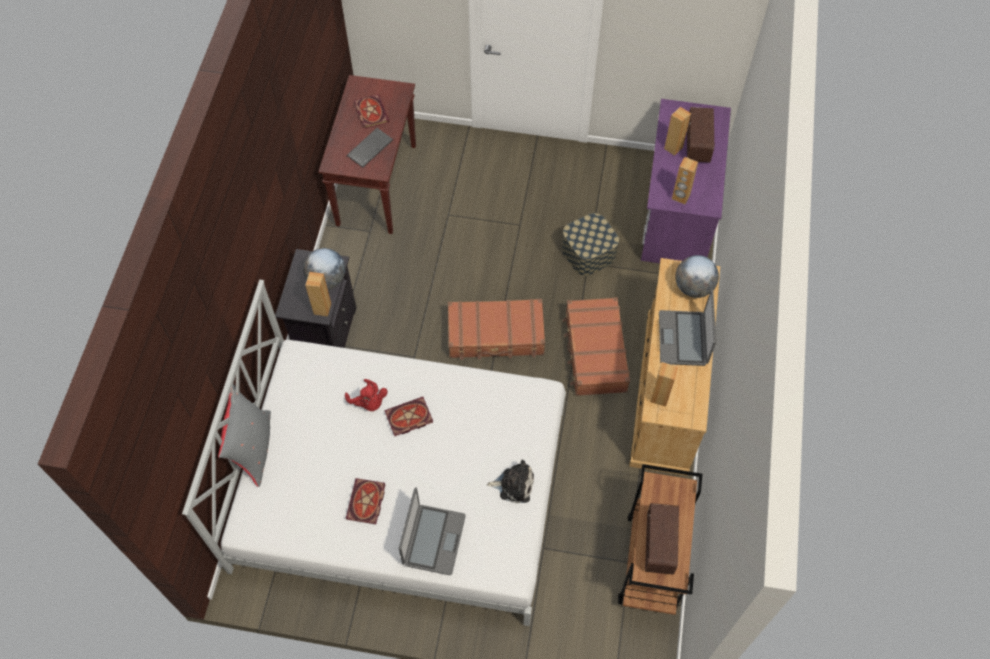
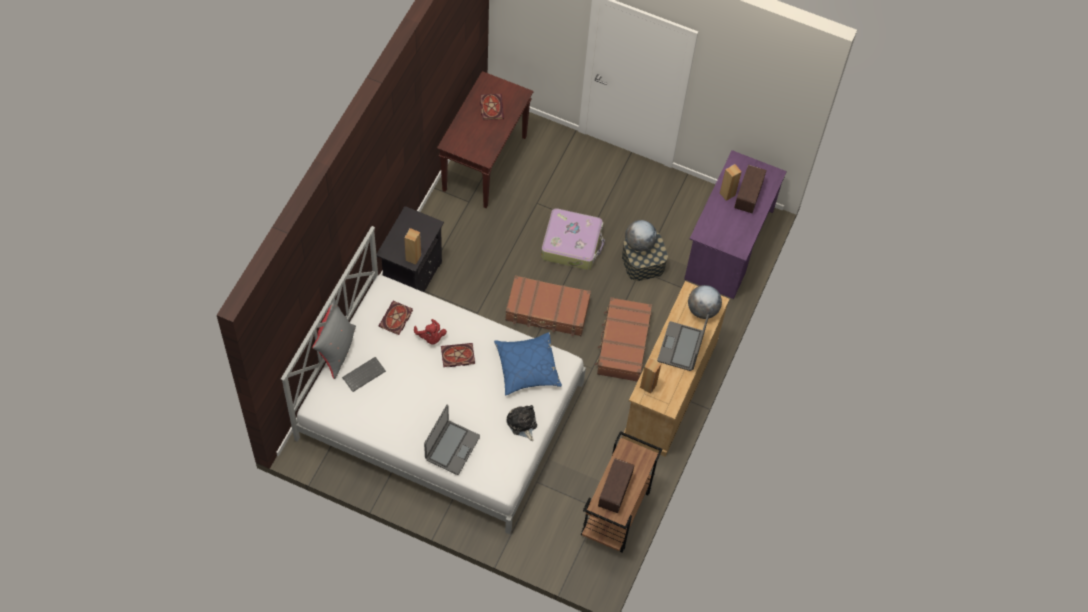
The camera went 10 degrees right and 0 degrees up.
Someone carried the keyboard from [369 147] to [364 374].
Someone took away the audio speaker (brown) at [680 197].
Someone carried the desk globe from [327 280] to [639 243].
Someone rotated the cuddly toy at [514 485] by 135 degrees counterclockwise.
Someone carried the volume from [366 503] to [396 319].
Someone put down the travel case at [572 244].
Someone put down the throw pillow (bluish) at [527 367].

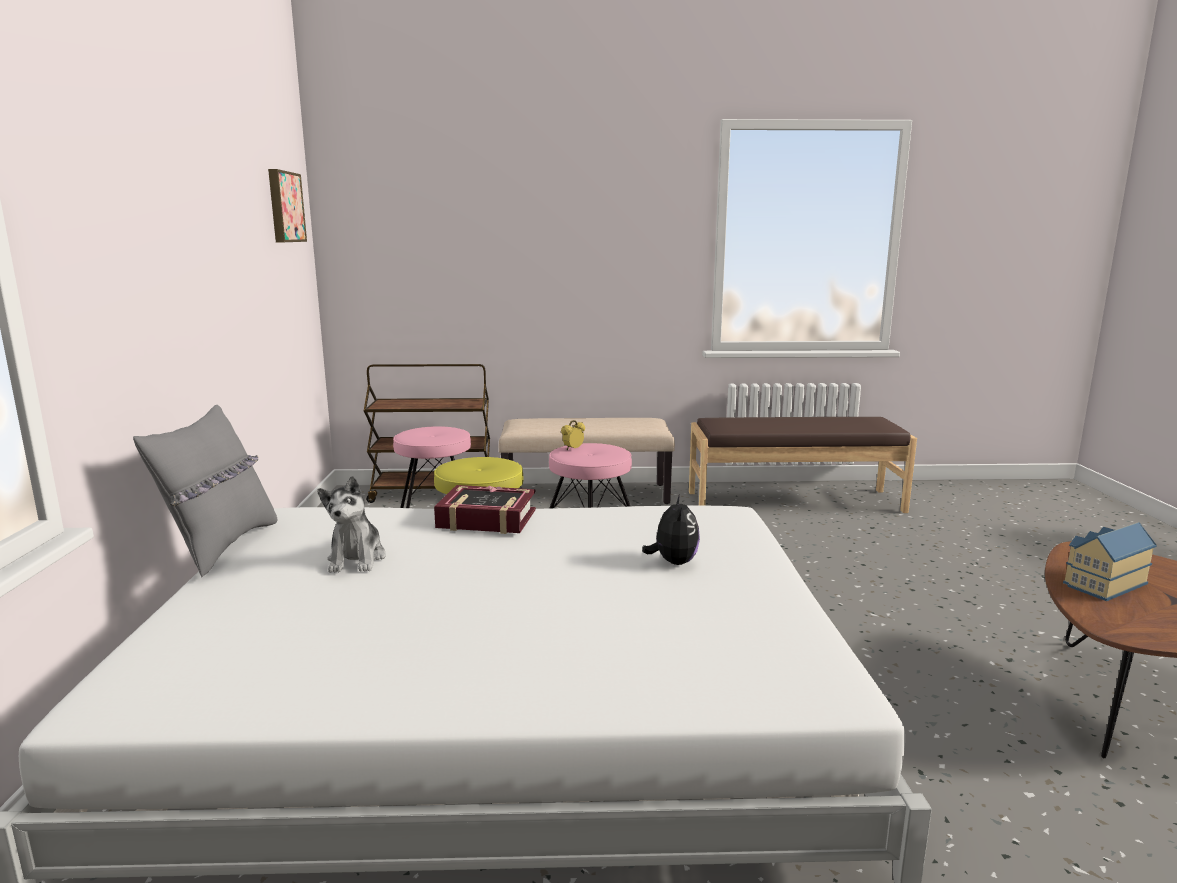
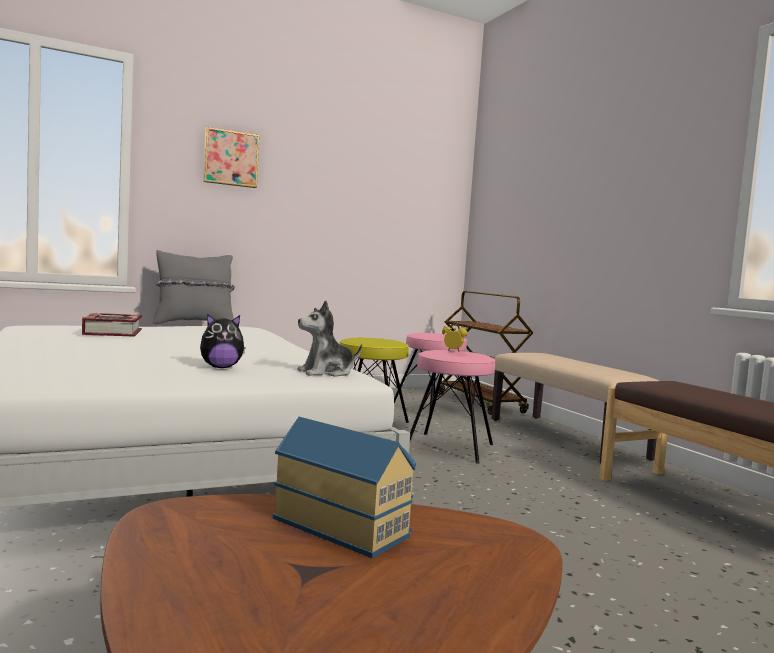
The camera went 65 degrees right and 10 degrees down.
Someone carried the wall art from [284 207] to [230 158].
Someone carried the cuddly toy from [357 559] to [327 373].
Someone carried the volume from [486 519] to [112 332].

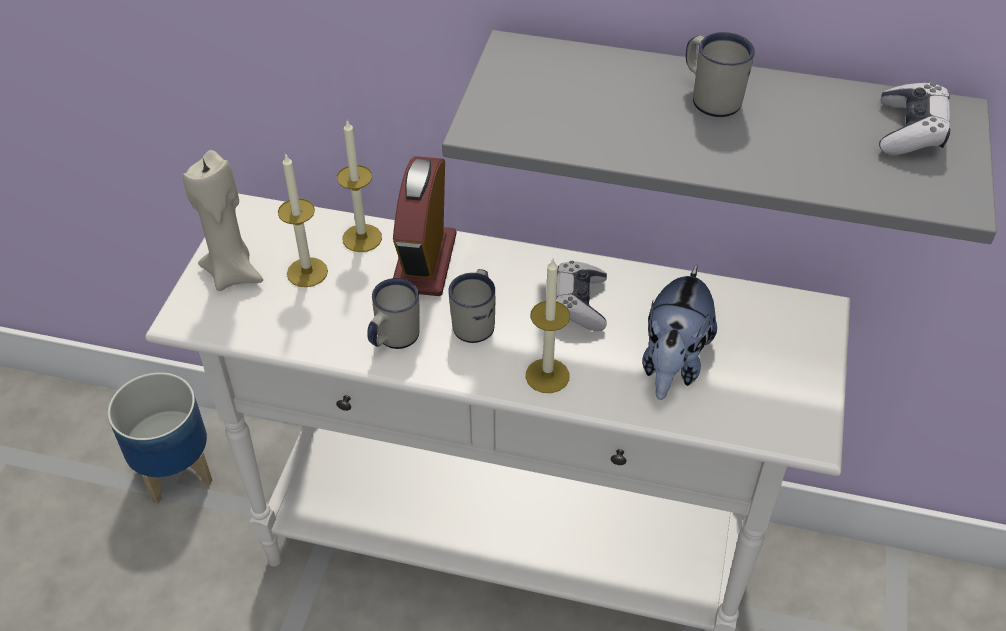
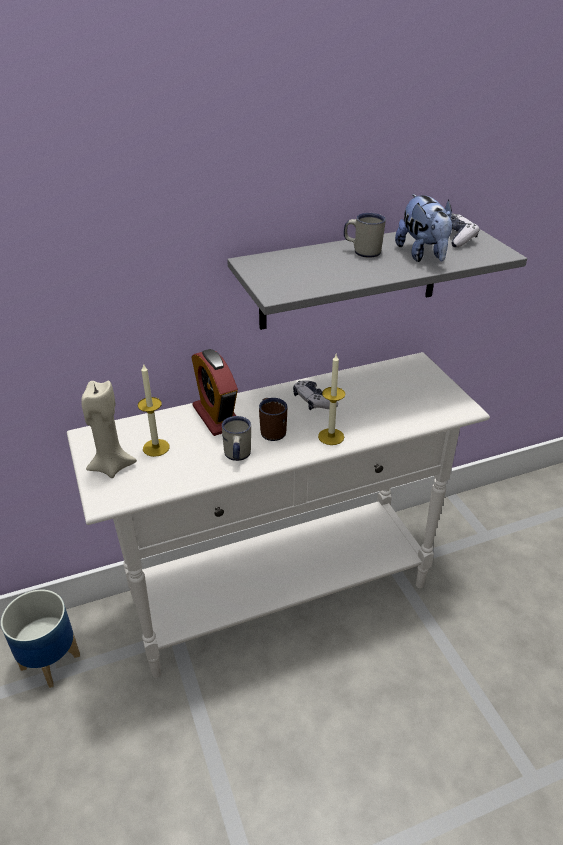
The camera went 35 degrees left and 10 degrees down.
Someone took away the wax light at [362 238].
Someone carried the cuddly toy from [673 363] to [423 255].
Someone repainted the tea mug (whitish) at [476 321], which became the tea mug (brown) at [272 430].

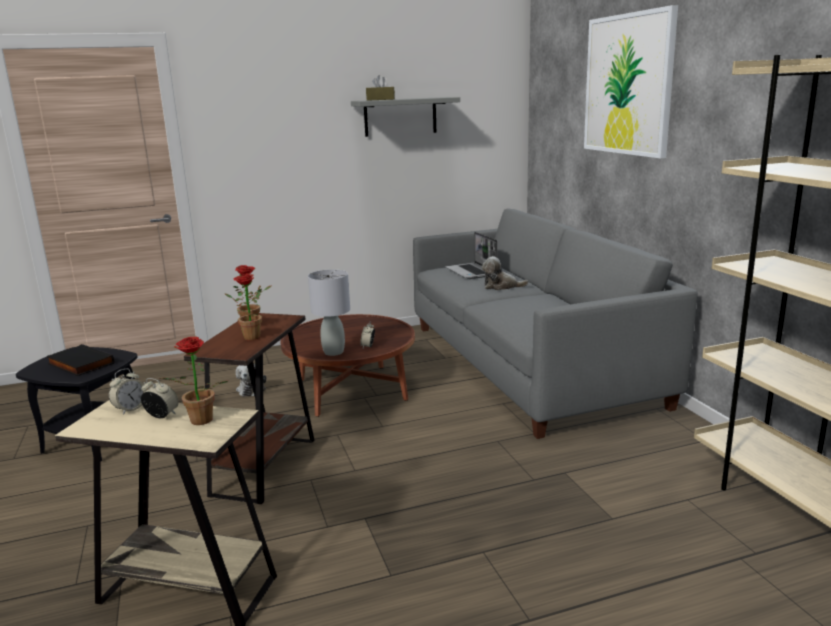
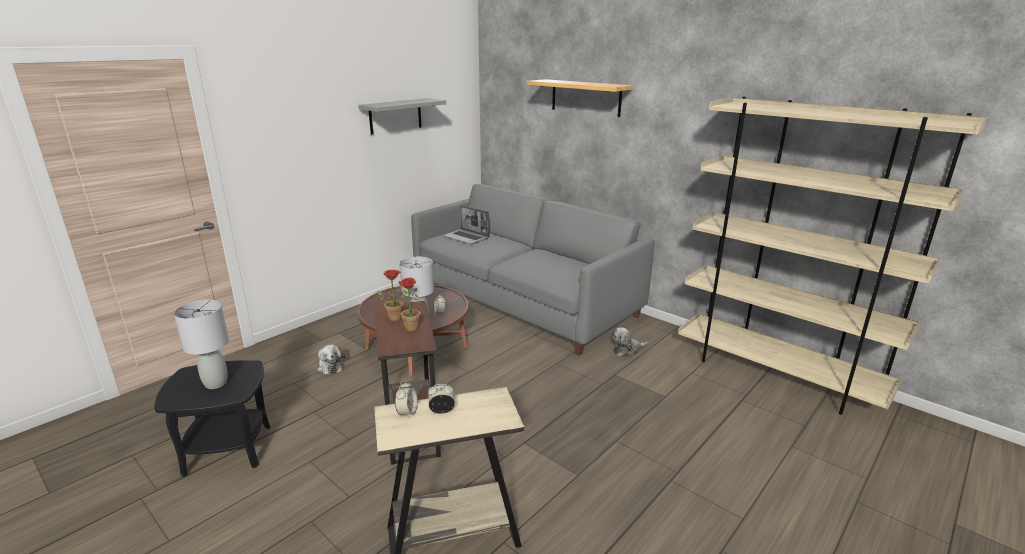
The camera went 30 degrees left and 5 degrees up.
Someone swapped the wall art at [628 85] for the bracket shelf at [585 97].
Someone took away the box of tissues (brown) at [380 99].
Someone carried the cuddly toy from [501 286] to [627 350].
Someone took away the potted plant at [198 422].
Someone swapped the volume (black) at [79 364] for the table lamp (grey) at [215 383].

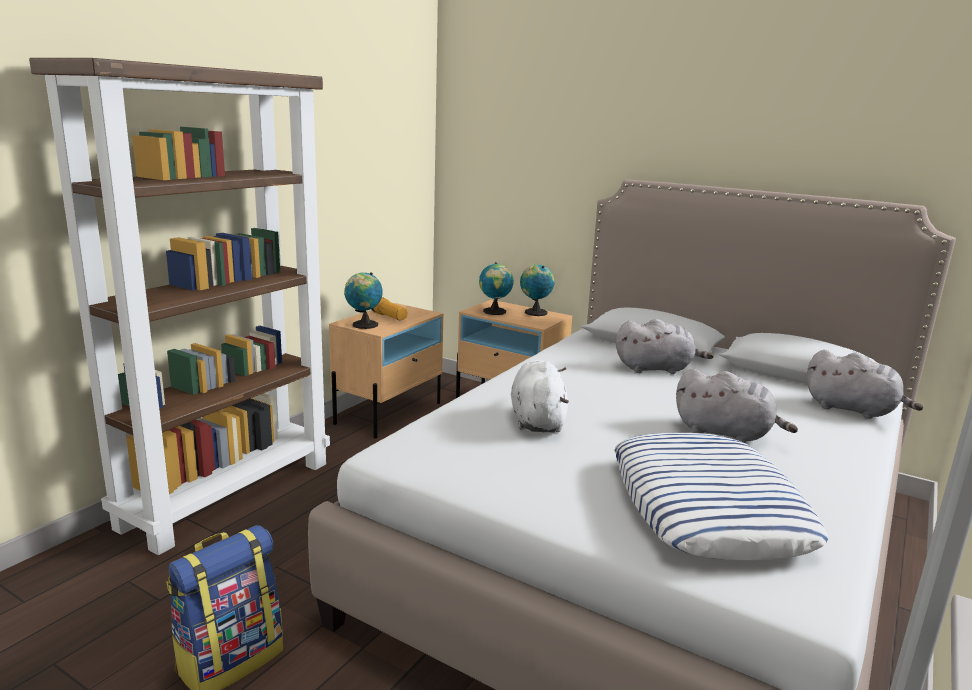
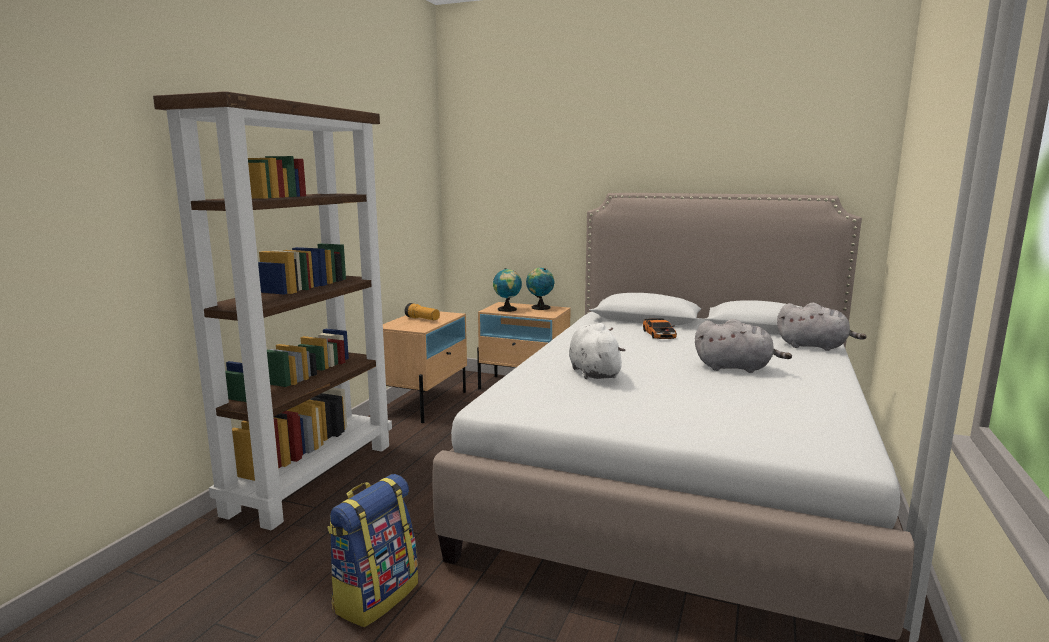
The camera went 10 degrees left and 5 degrees down.
Someone took away the desk globe at [363 325].
Someone swapped the cuddly toy (grey) at [656 369] for the model car at [660 334].
Someone took away the throw pillow at [707 507].

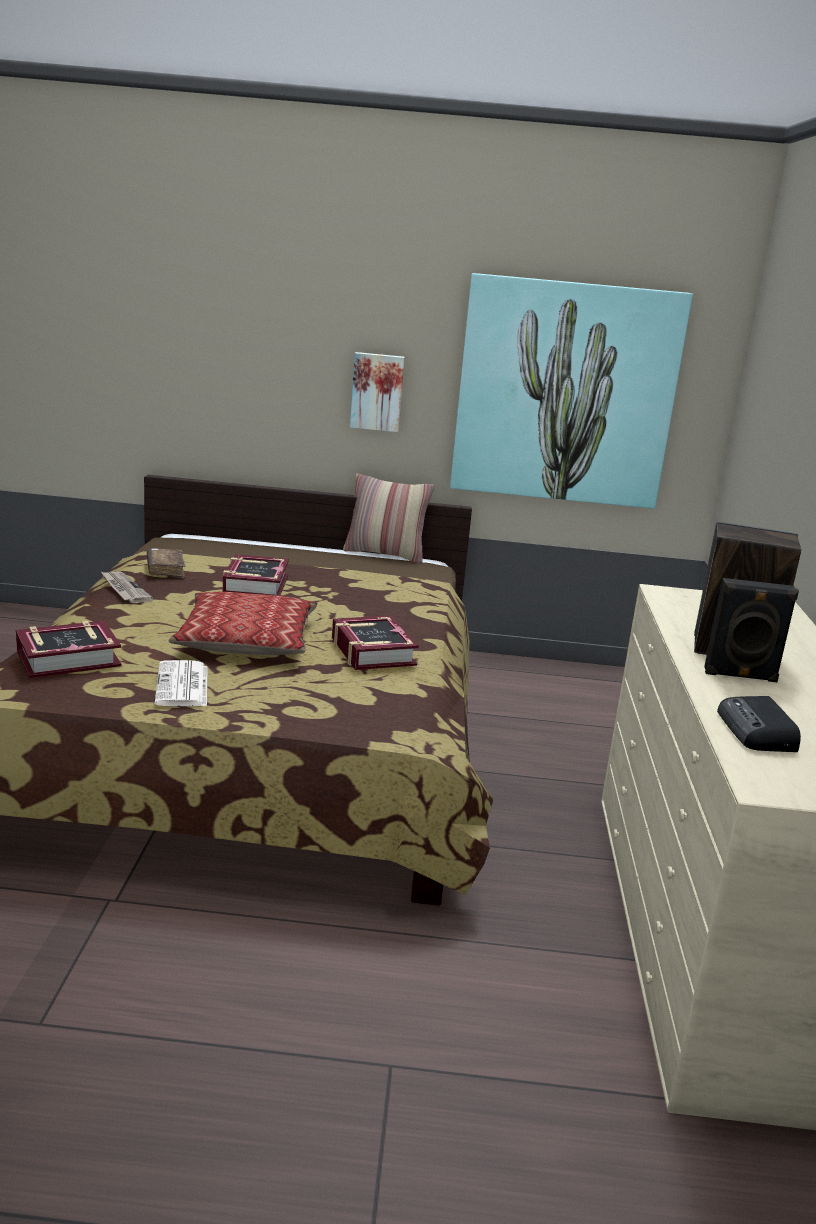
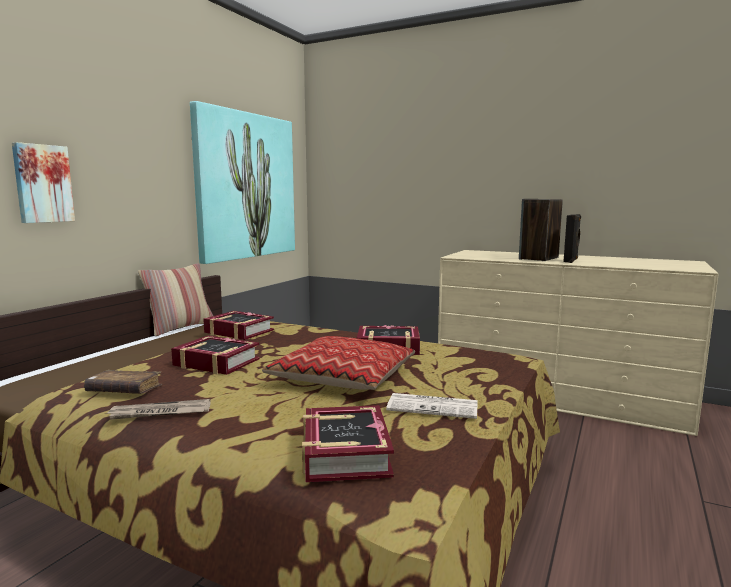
The camera went 65 degrees left and 10 degrees down.
Someone carried the wall art from [377 392] to [42 183].
Someone took away the radio at [757 732].
Someone put down the volume at [238 331].

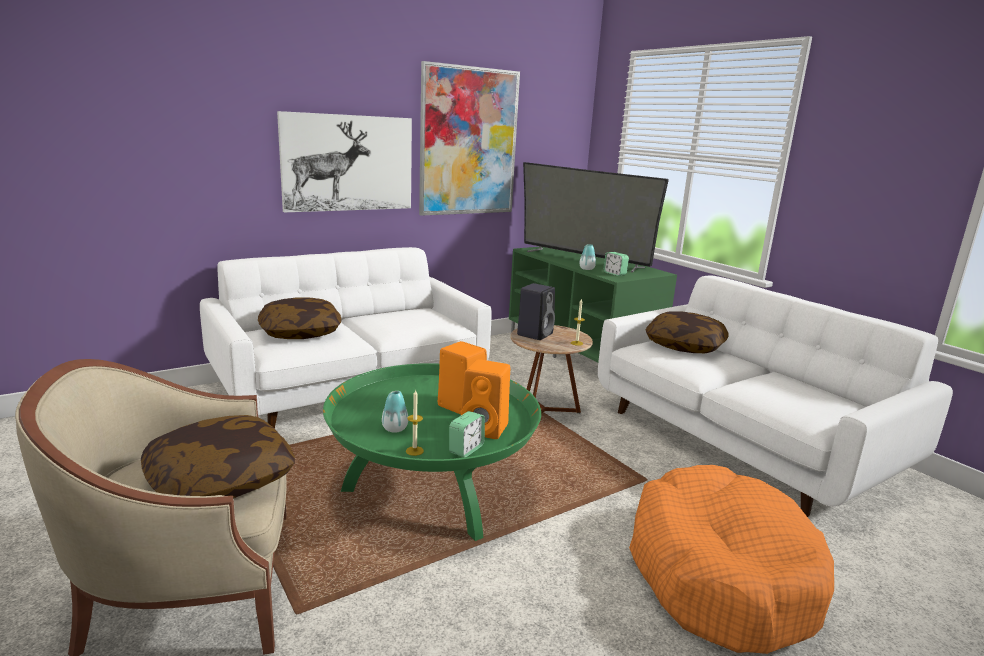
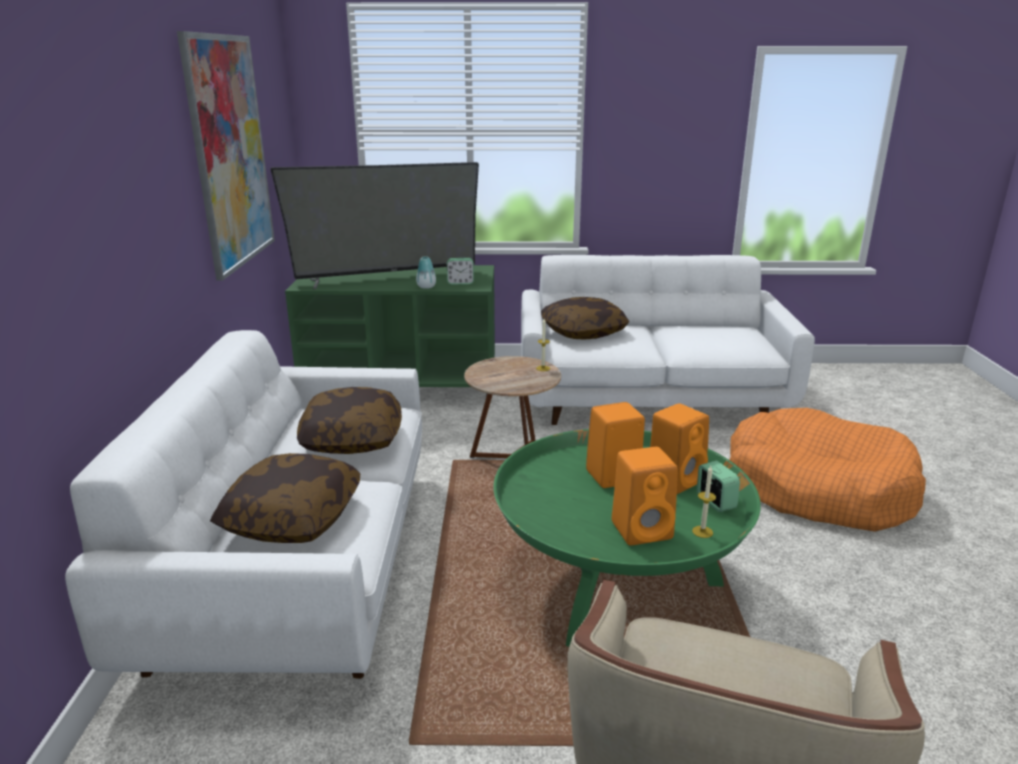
The camera went 55 degrees left and 5 degrees up.
Someone took away the wall art at [348 163].
Someone took away the audio speaker (black) at [535 334].
Someone swapped the vase at [395 429] for the audio speaker (orangey) at [643 530].
Someone carried the throw pillow from [221 480] to [352 438].

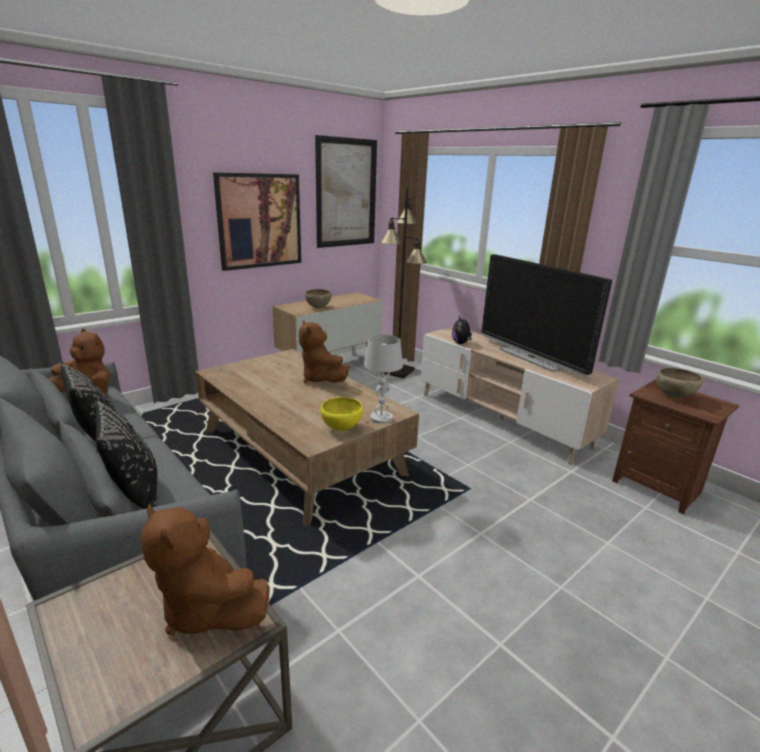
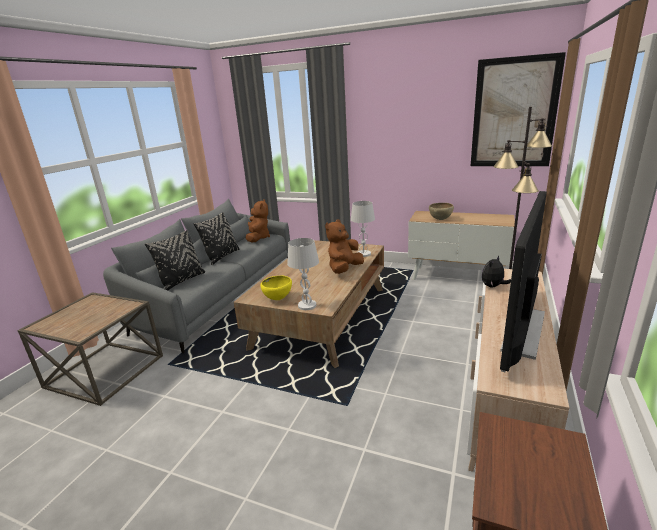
The camera went 65 degrees right and 0 degrees up.
Someone took away the wall art at [259 221].
Someone took away the serving bowl (brown) at [674 396].
Someone took away the cuddly toy (brown) at [207 609].
Someone put down the table lamp (whitish) at [363 254].

